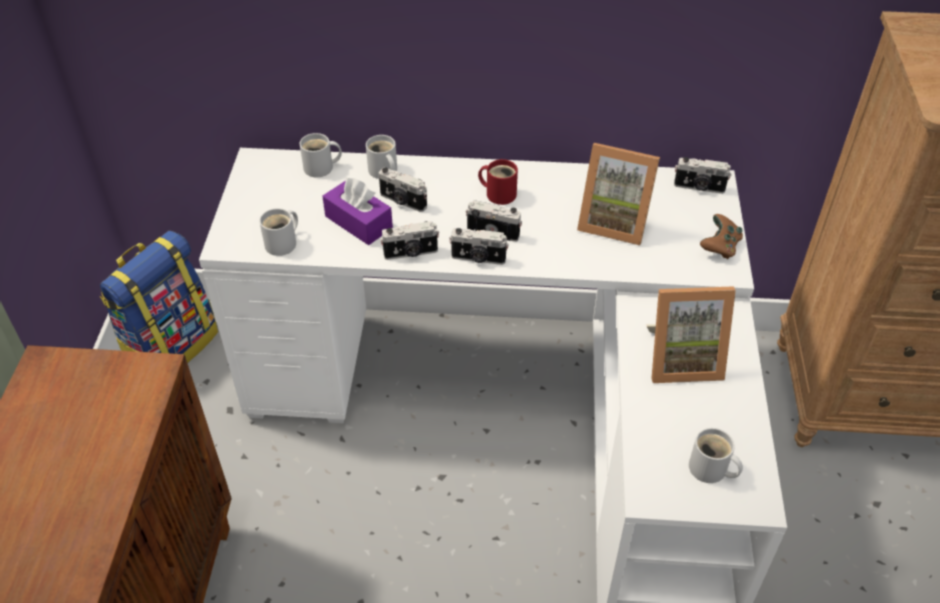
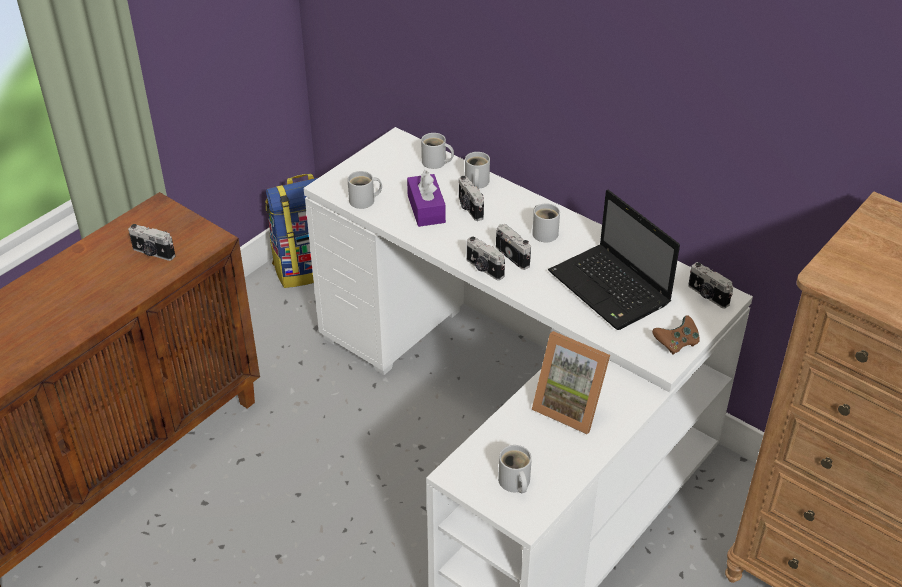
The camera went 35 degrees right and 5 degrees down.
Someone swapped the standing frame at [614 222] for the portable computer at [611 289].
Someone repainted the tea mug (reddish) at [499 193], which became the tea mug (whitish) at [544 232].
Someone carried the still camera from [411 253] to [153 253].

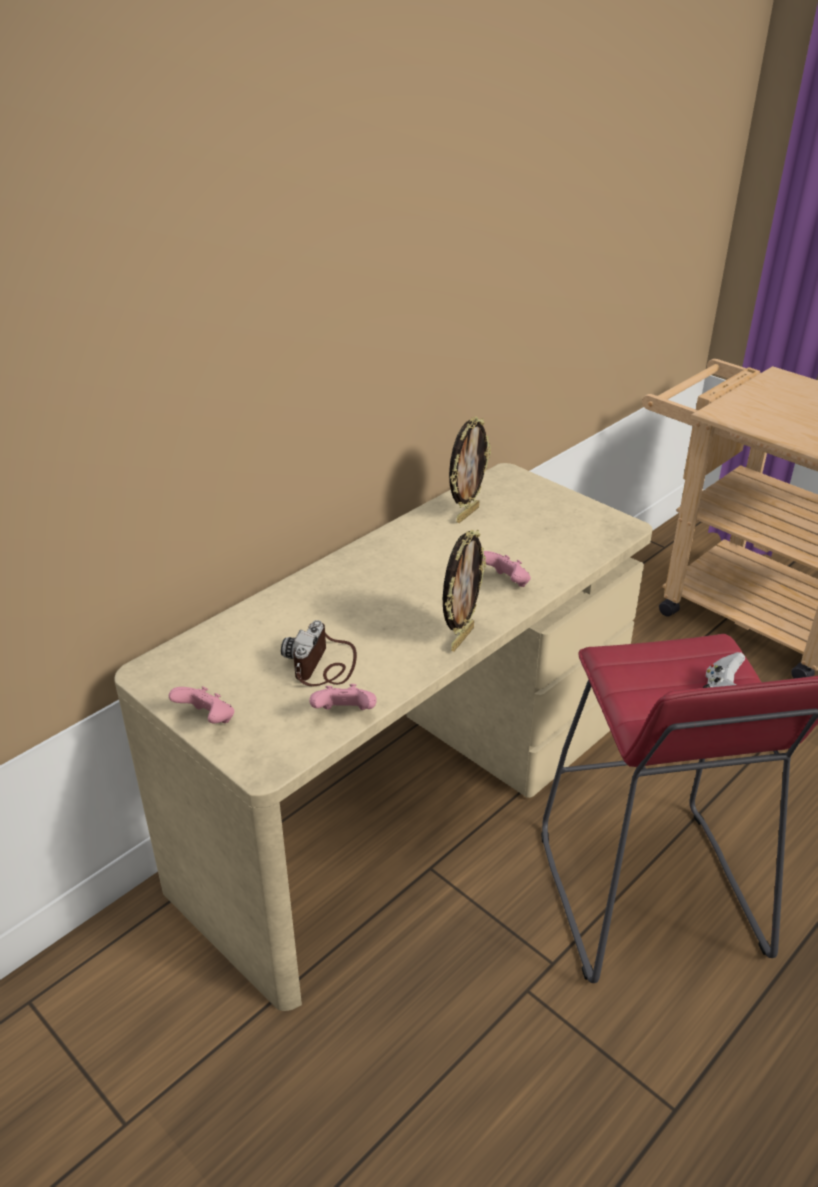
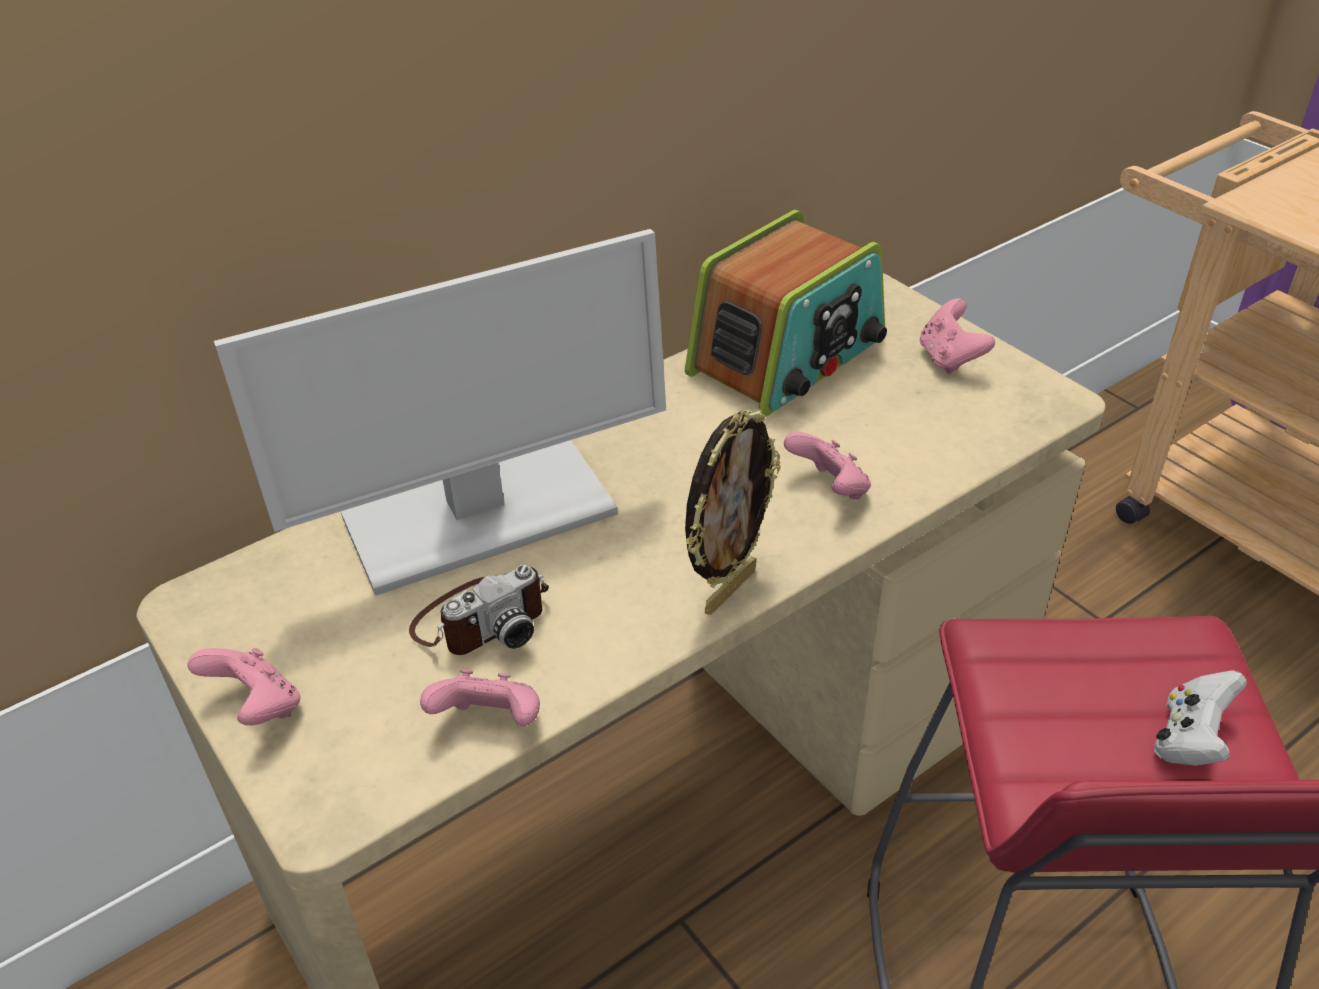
The camera went 10 degrees right and 5 degrees up.
Someone swapped the standing frame at [466 514] for the radio at [788 357].
Someone rotated the still camera at [324 665] by 150 degrees counterclockwise.
Someone put down the computer display at [478 518].
Someone put down the gamepad (pink) at [949 359].

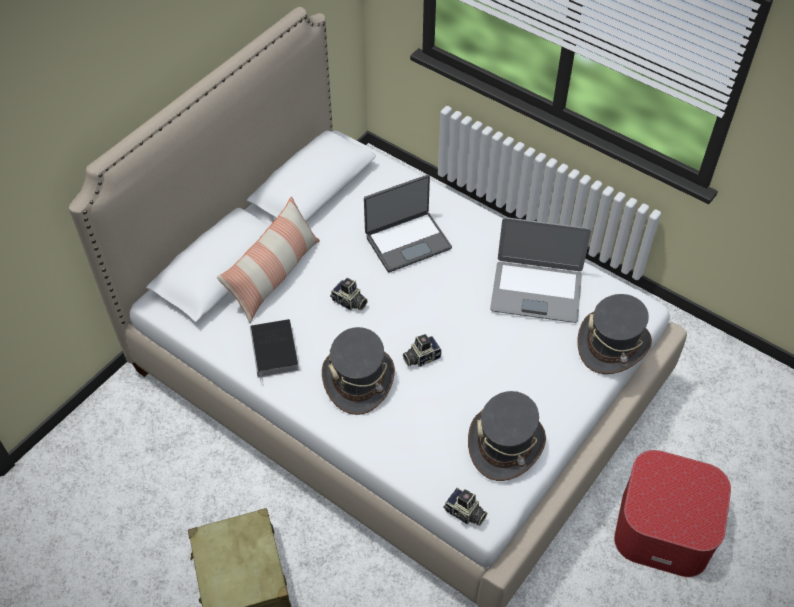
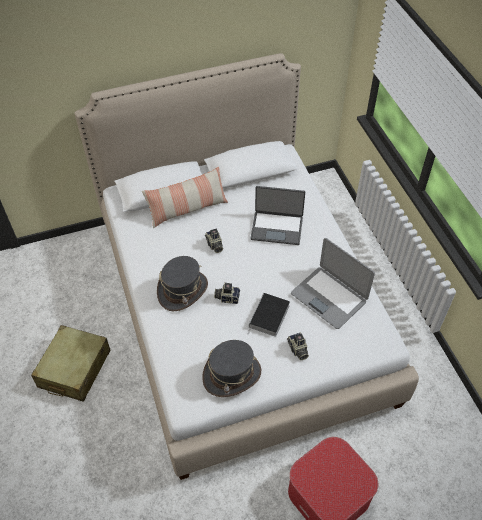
The camera went 35 degrees right and 0 degrees up.
Someone took away the wearable hat (grey) at [613 344].
Someone carried the volume from [275 352] to [269 317].
Someone carried the still camera from [465 514] to [297 350].

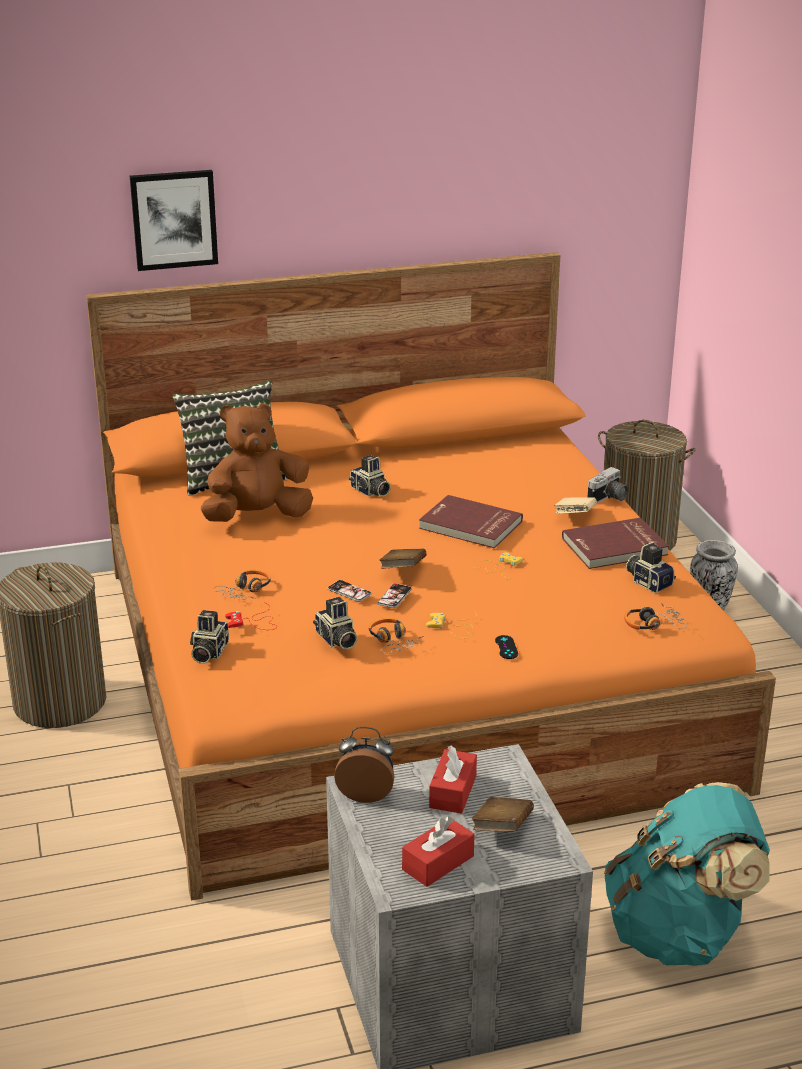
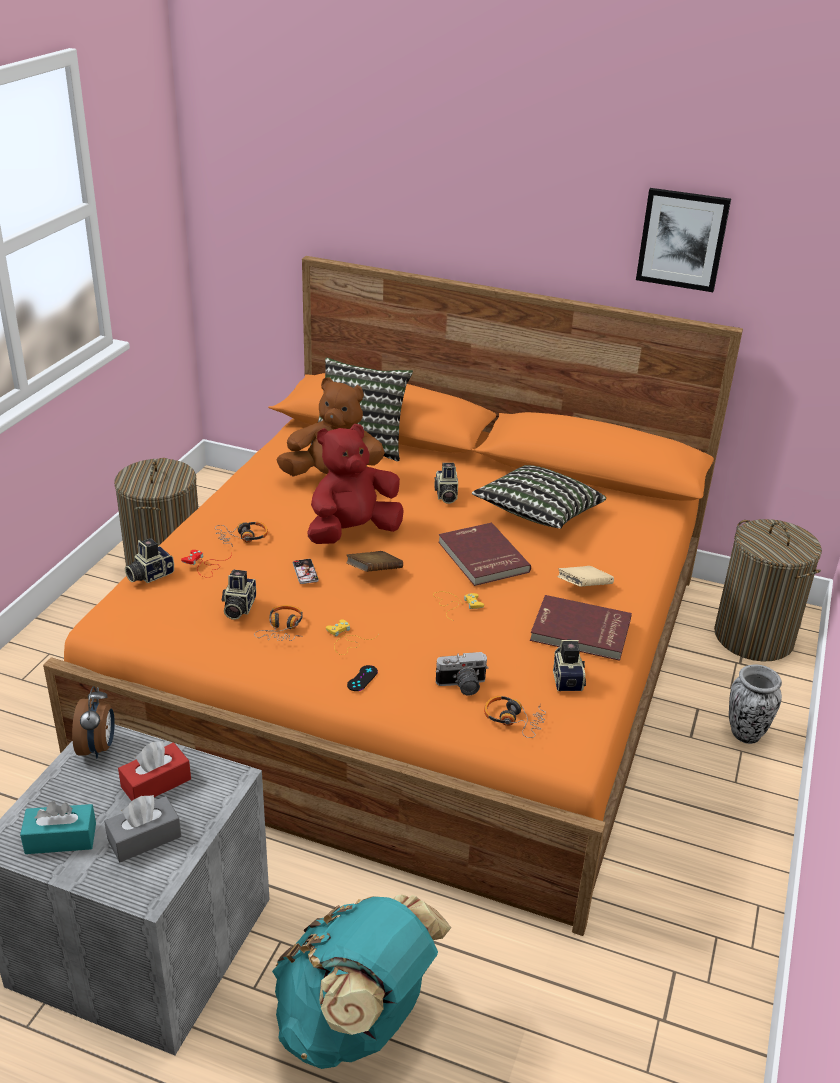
The camera went 35 degrees right and 5 degrees up.
Someone carried the wall art from [174 219] to [682 239].
Someone carried the still camera from [608 498] to [462 686].
Someone took away the phone at [394 596].
Someone rotated the alarm clock at [366 793] by 45 degrees clockwise.
Someone swapped the volume (brown) at [502 828] for the box of tissues (grey) at [144 838].
Someone repainted the box of tissues (reddish) at [438 863], which became the box of tissues (turquoise) at [61 838].
Someone put down the cuddly toy (reddish) at [352 532].
Someone put down the throw pillow at [537 514].

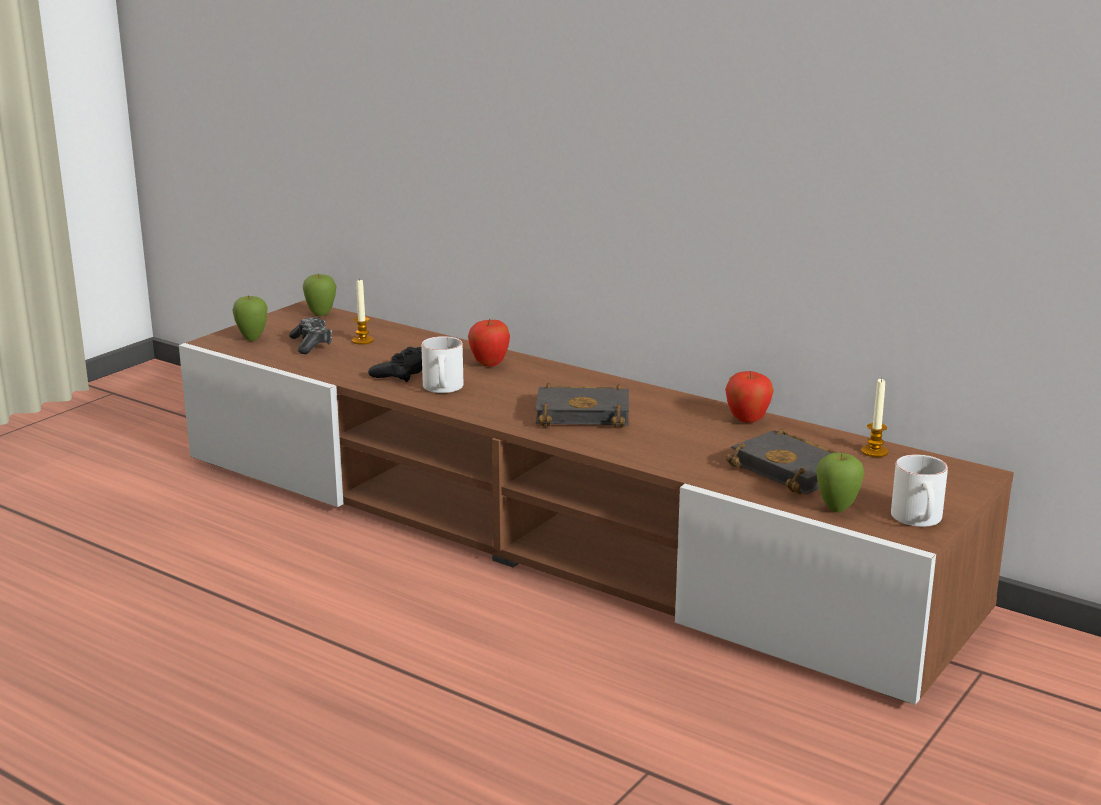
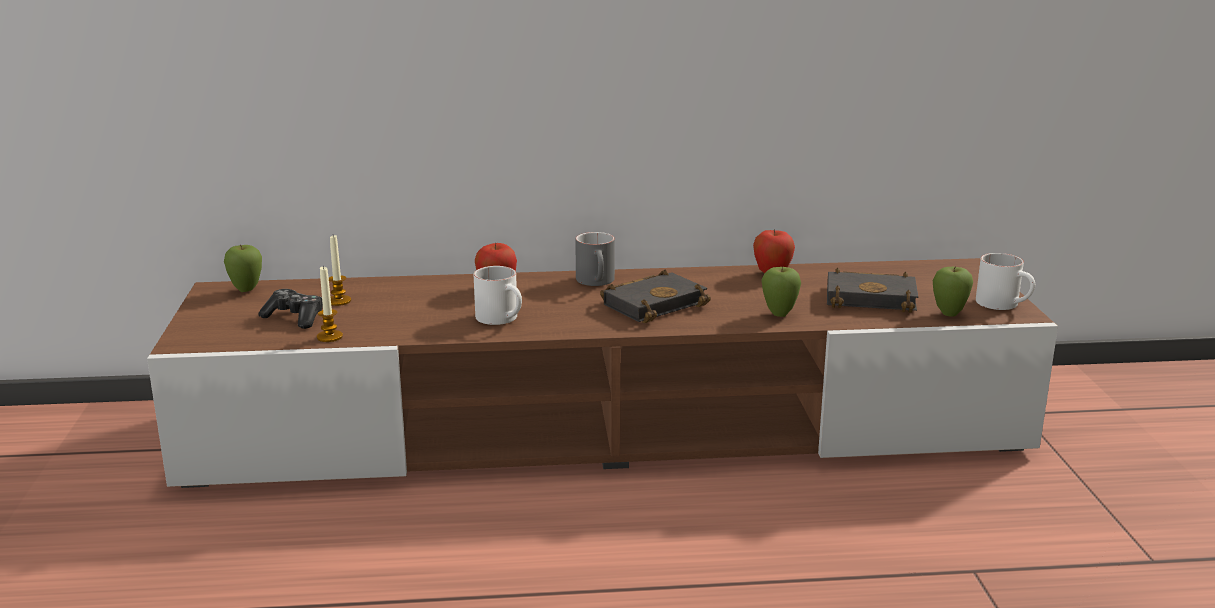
The camera went 40 degrees left and 0 degrees up.
Someone carried the apple fruit from [252 339] to [779 314].
Someone took away the gamepad (black) at [403 371].
Someone carried the wax light from [874 452] to [329 337].
Someone put down the tea mug (grey) at [598 282].

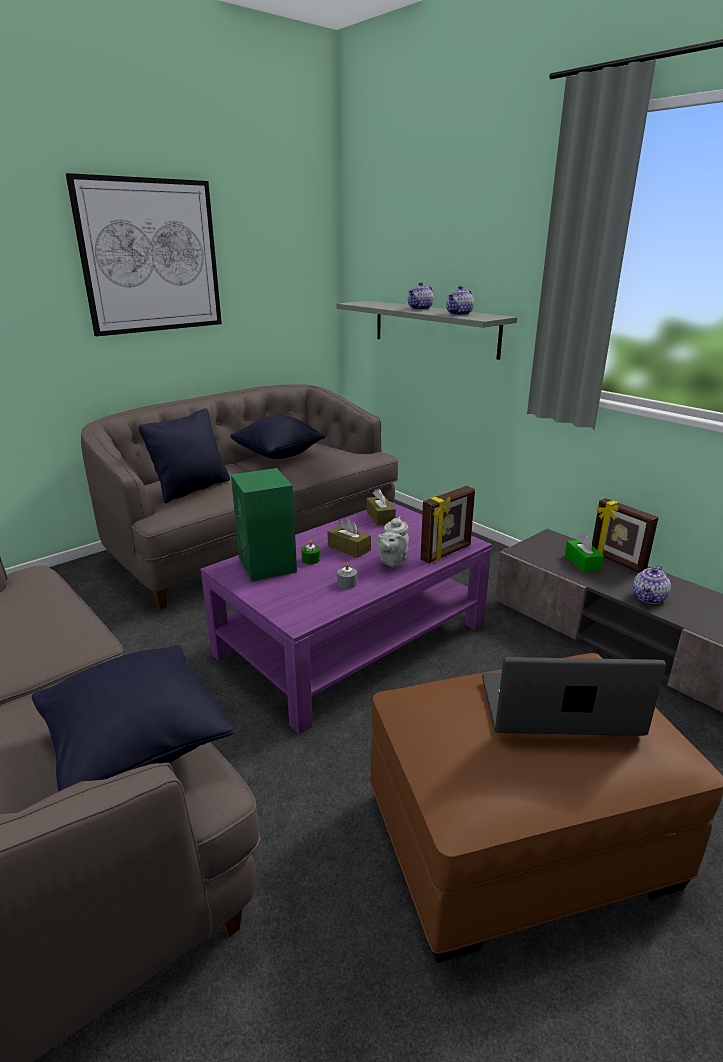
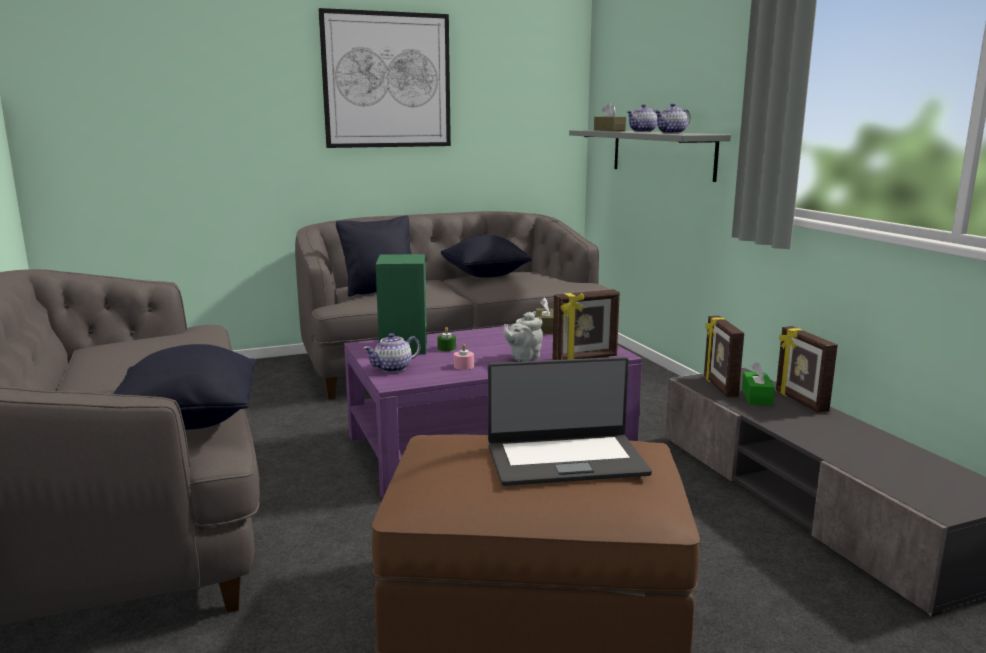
The camera went 20 degrees right and 10 degrees down.
Someone carried the box of tissues (brown) from [349 548] to [609 130].
Someone repainted the wax light (grey) at [347 583], which became the wax light (pink) at [463 366].
Someone carried the tea pot from [649 598] to [393 368].
Someone rotated the portable computer at [559 708] by 150 degrees clockwise.
Someone put down the standing frame at [719 387].

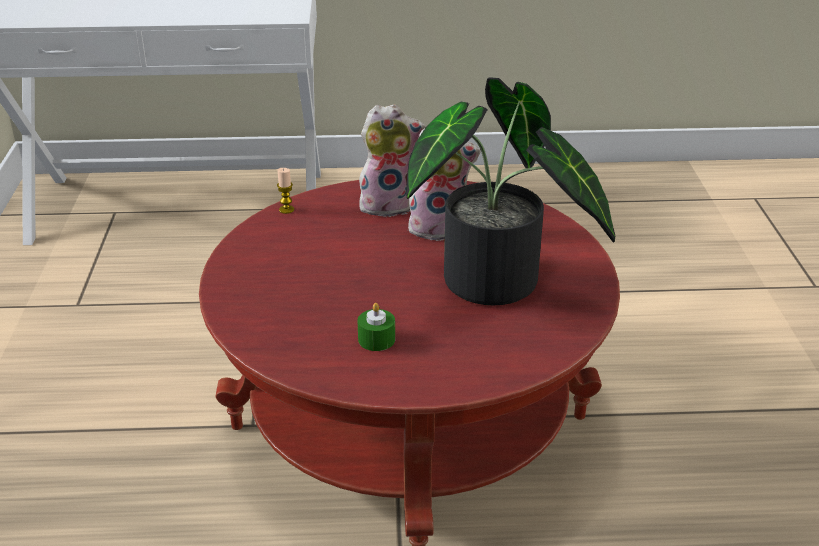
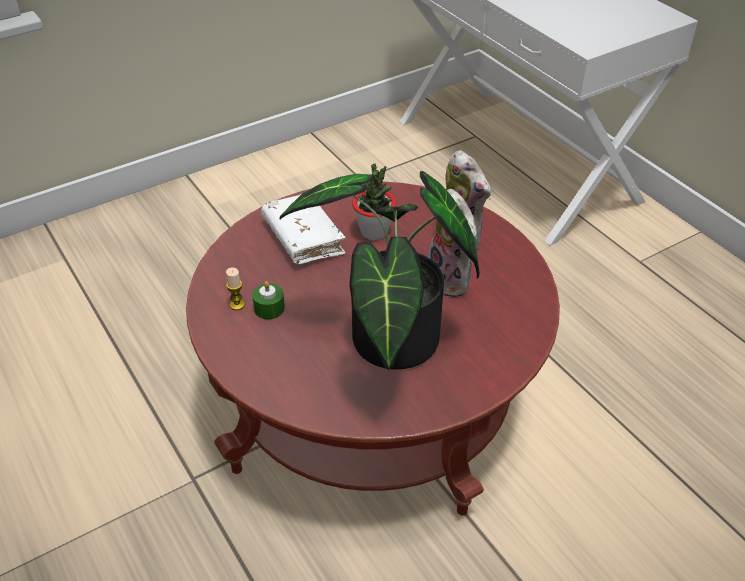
The camera went 60 degrees right and 10 degrees up.
Someone carried the wax light from [286 209] to [237 305].
Someone put down the potted plant at [374 232].
Someone put down the volume (whitish) at [303 238].

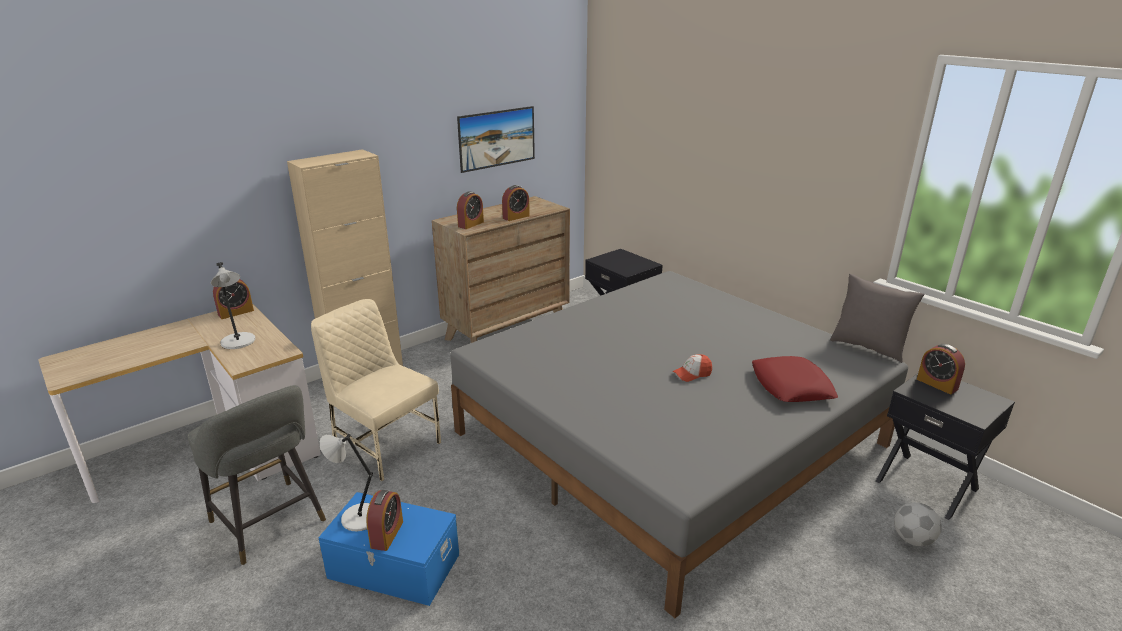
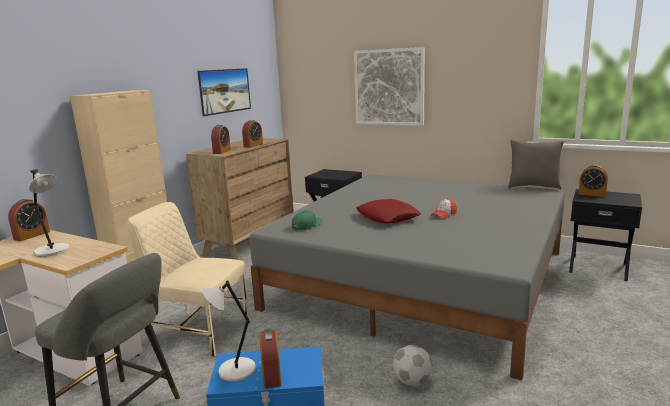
The camera went 20 degrees left and 10 degrees down.
Someone carried the throw pillow (reddish) from [791 386] to [387 217].
Someone carried the football from [913 539] to [413 381].
Someone put up the wall art at [389 87].
Someone put down the cap (green-coloured) at [307 225].

